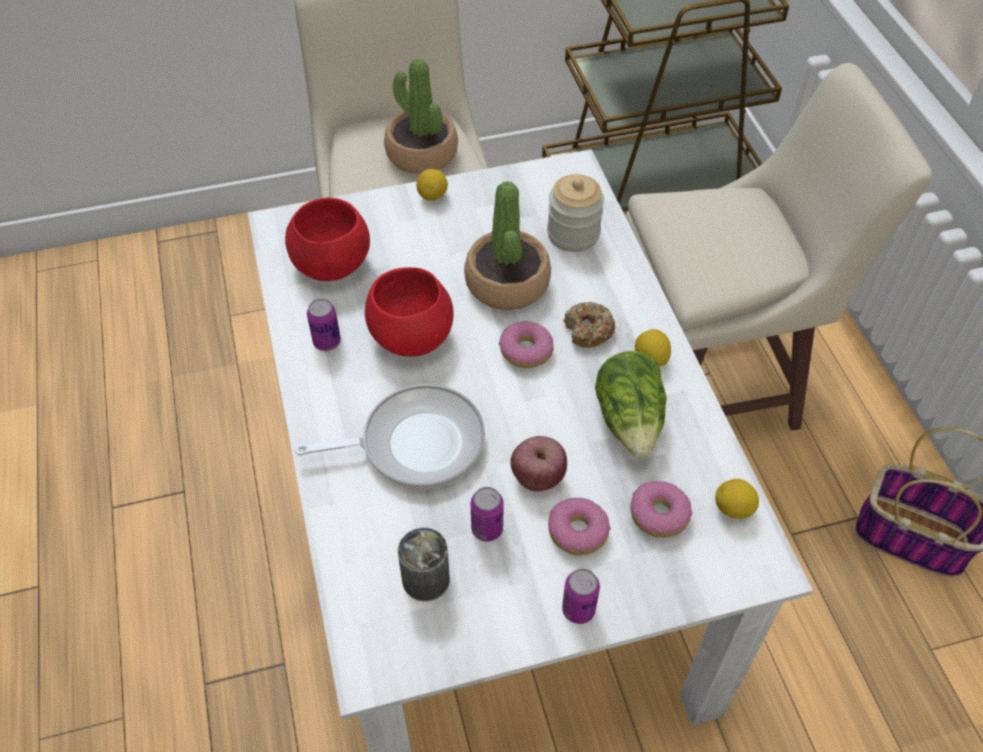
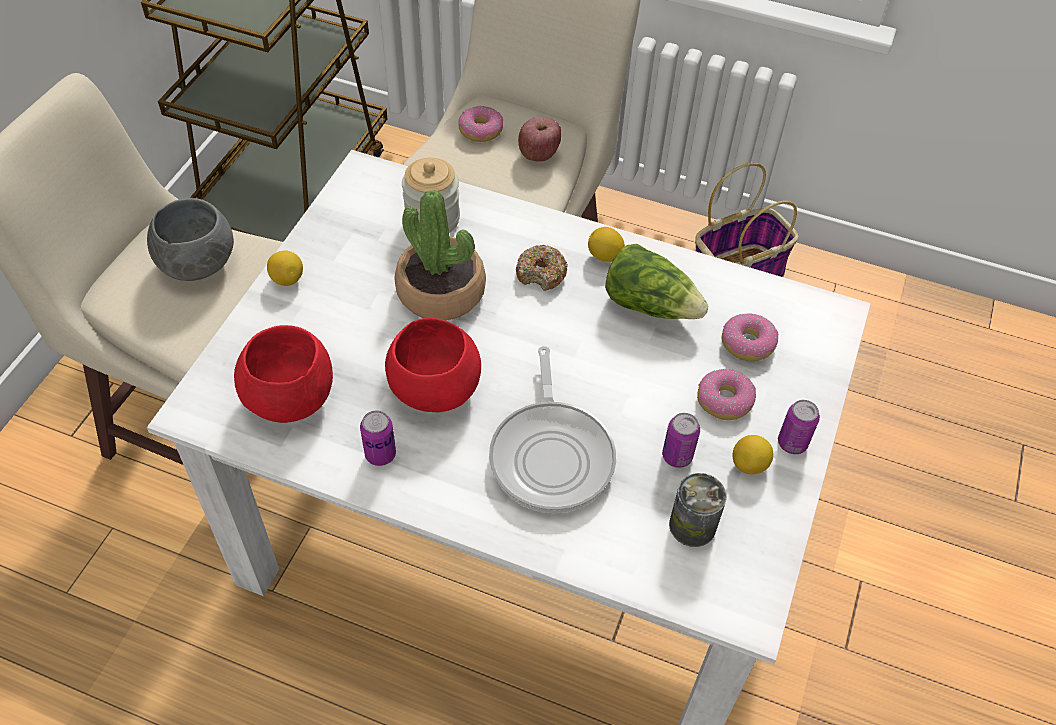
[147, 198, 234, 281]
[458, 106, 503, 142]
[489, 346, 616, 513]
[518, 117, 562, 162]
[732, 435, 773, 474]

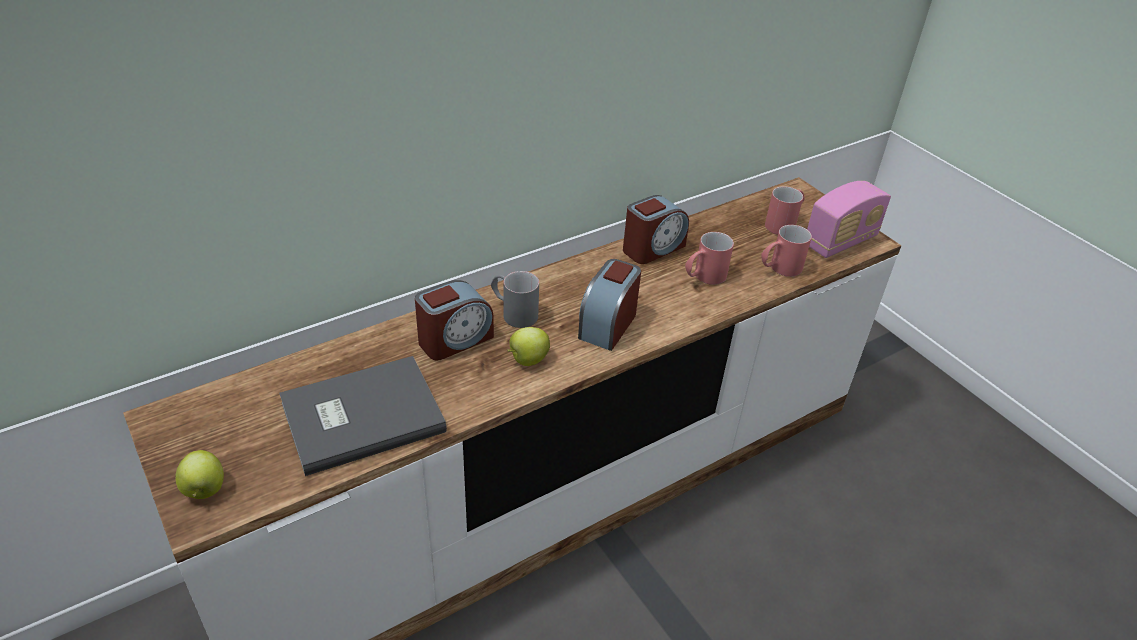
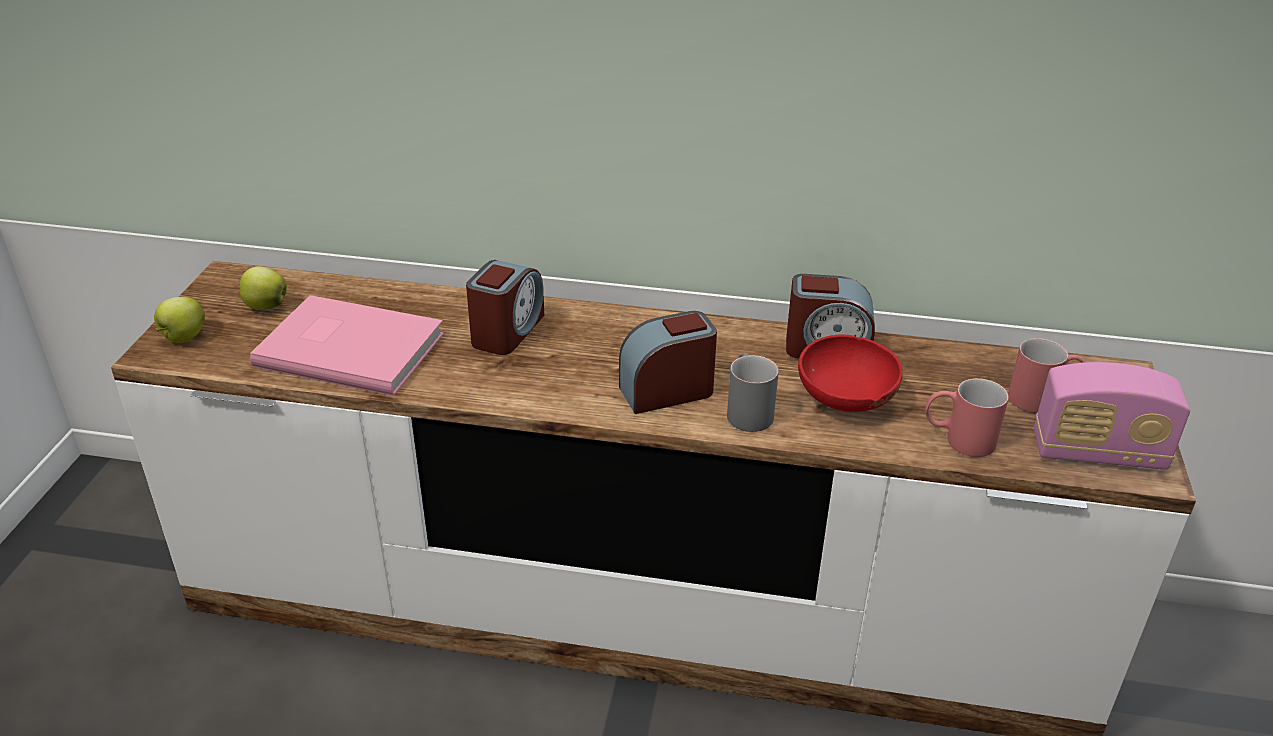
[798, 335, 903, 412]
[727, 353, 779, 432]
[466, 260, 544, 355]
[240, 266, 287, 310]
[250, 295, 444, 396]

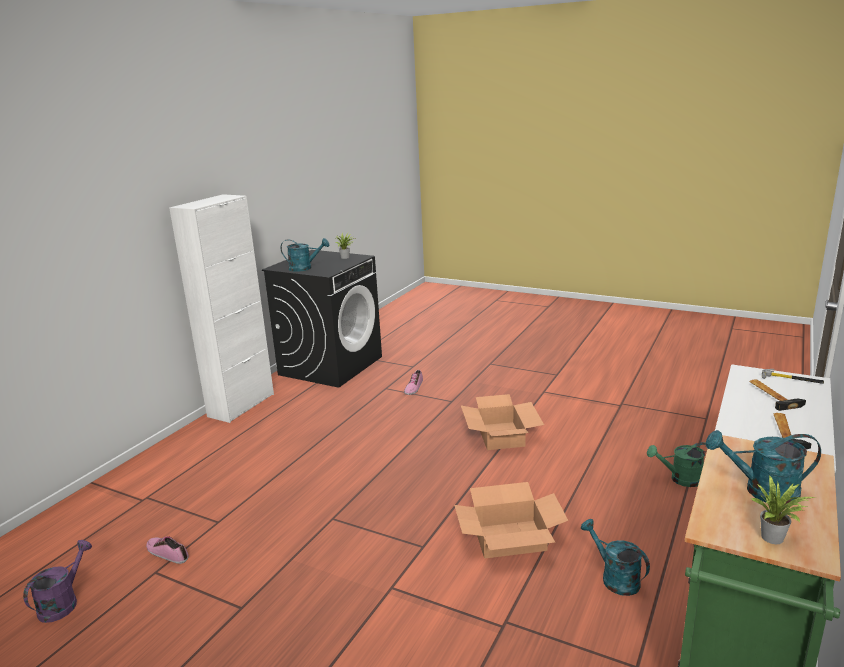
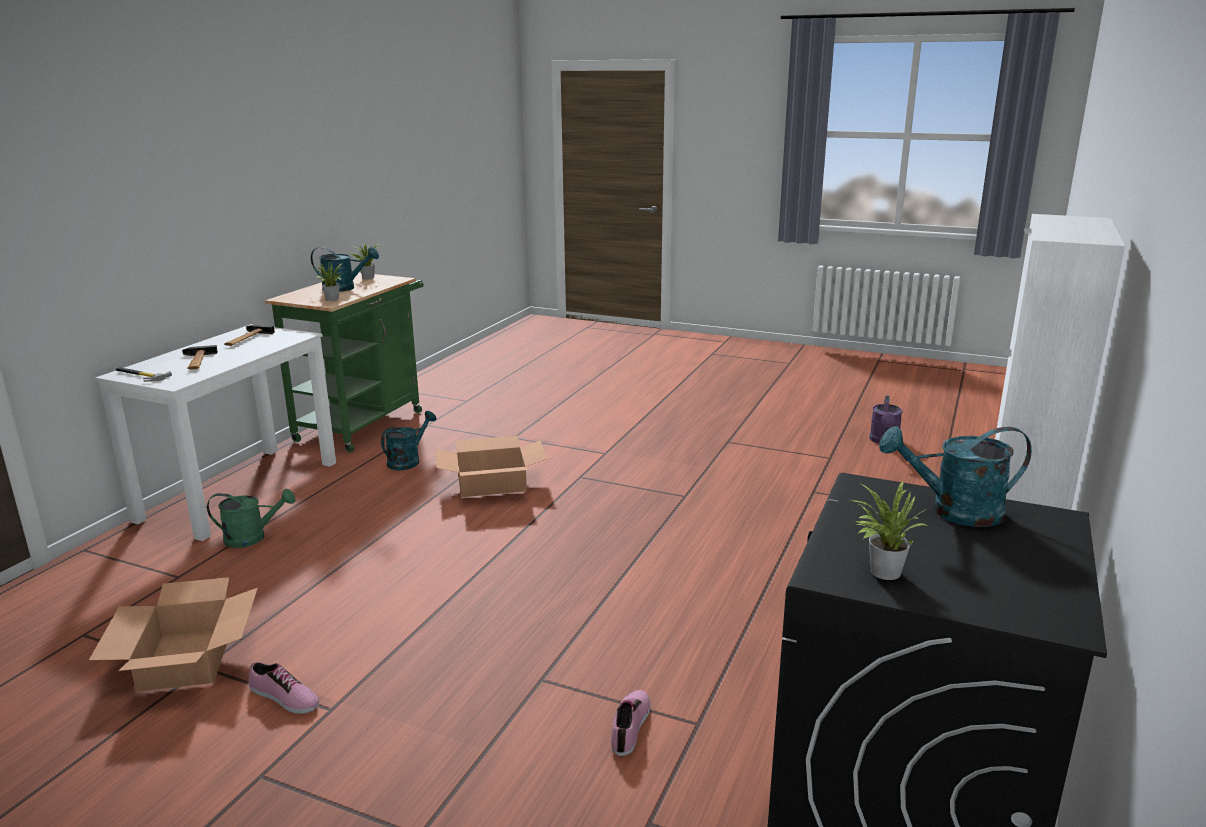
[89, 577, 258, 692]
[381, 411, 436, 470]
[248, 662, 319, 714]
[313, 261, 343, 301]

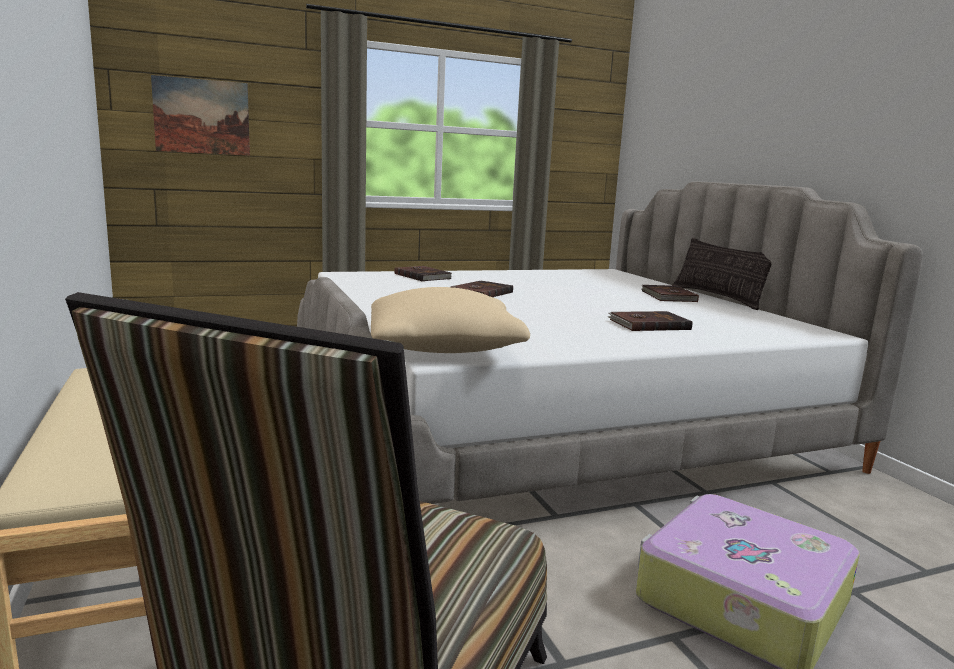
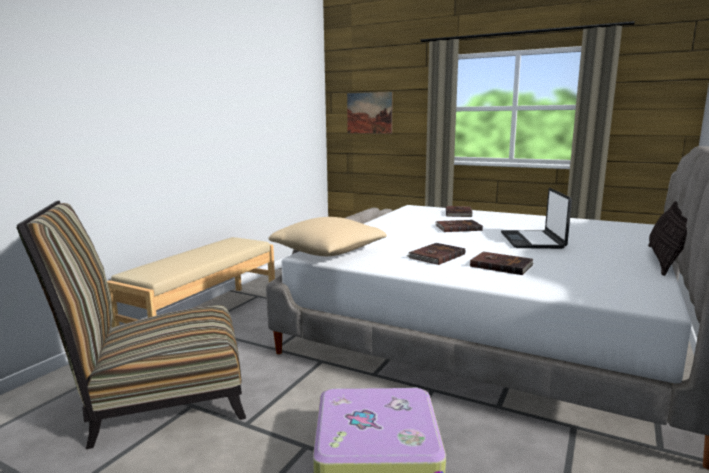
[406, 243, 465, 265]
[501, 188, 572, 249]

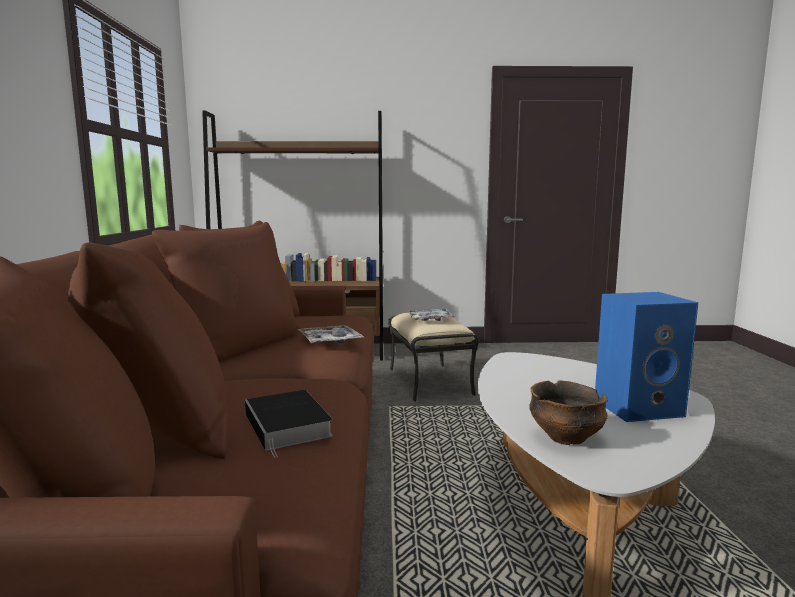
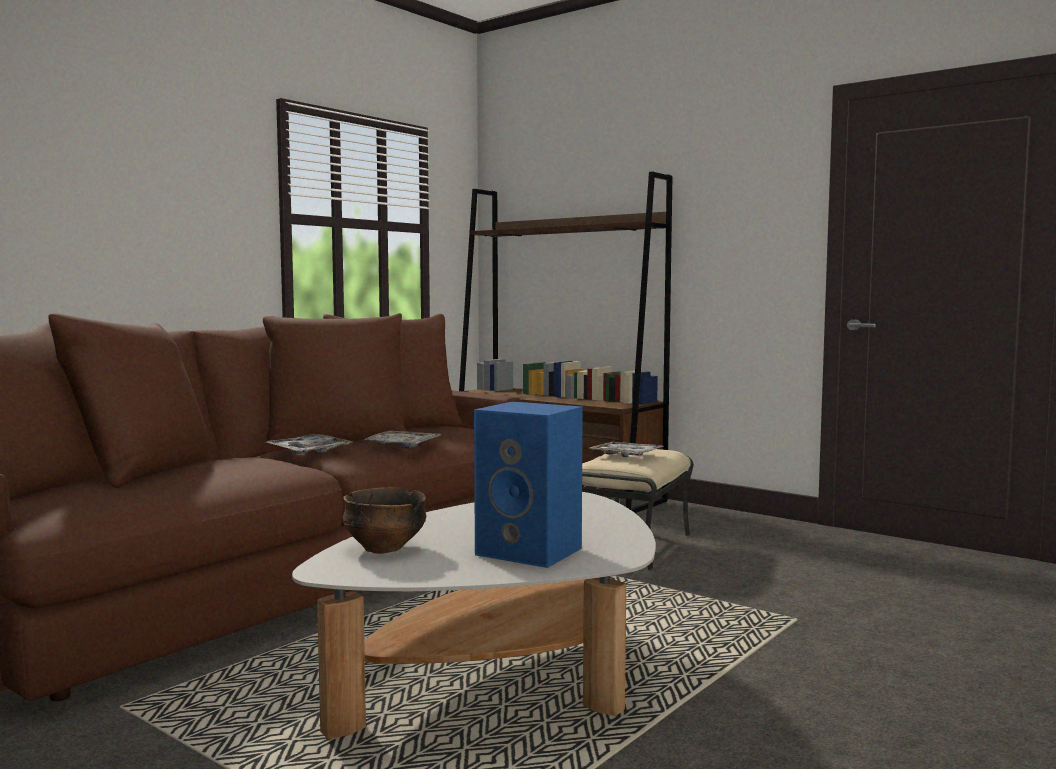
[245, 390, 333, 458] (first image)
[264, 434, 352, 454]

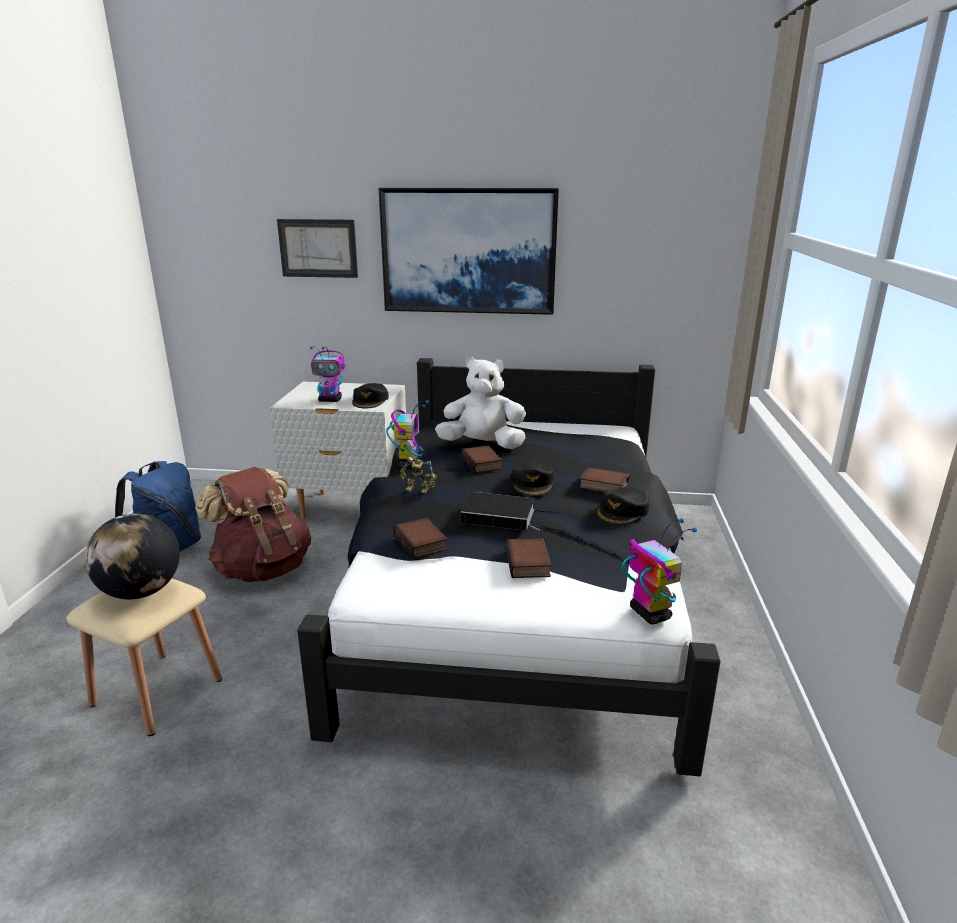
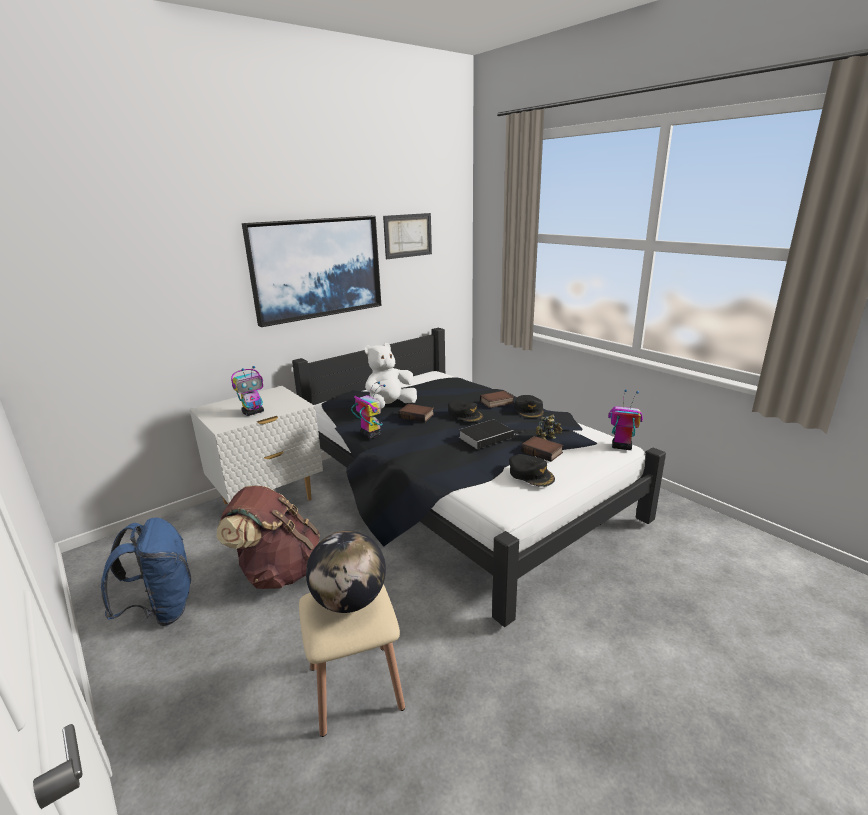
[383, 213, 432, 259]
[509, 454, 555, 487]
[535, 415, 563, 440]
[393, 518, 448, 559] (first image)

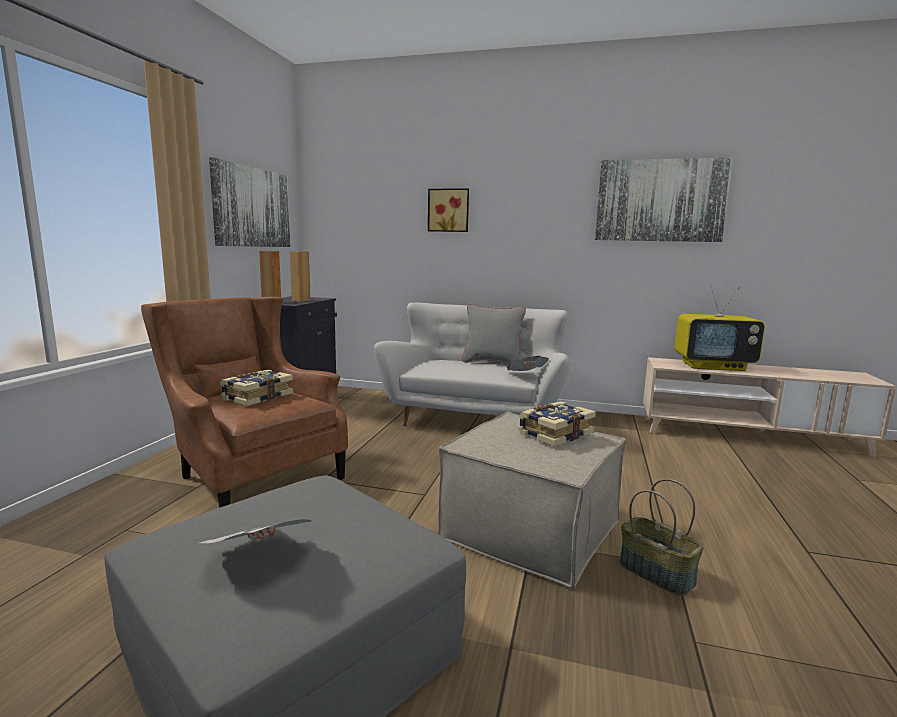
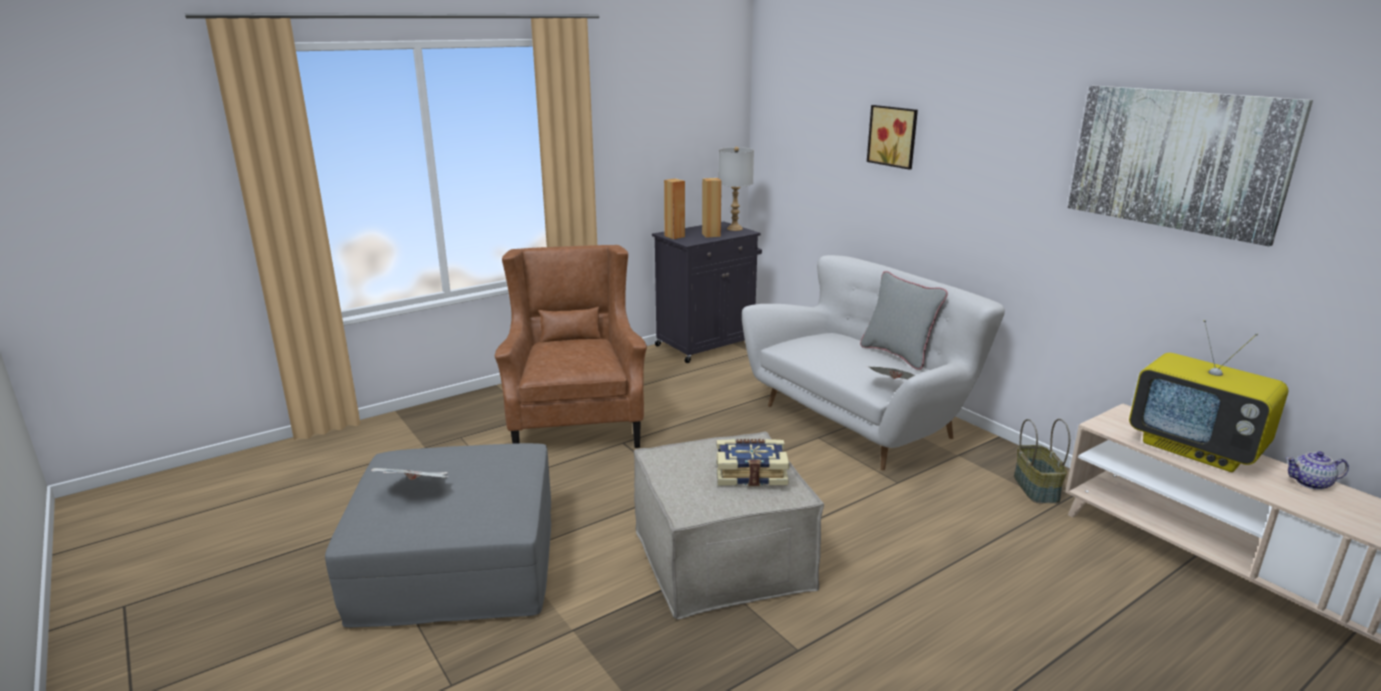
[209, 157, 290, 247] (first image)
[220, 370, 293, 406] (first image)
[1014, 419, 1070, 503]
[719, 147, 754, 231]
[1286, 451, 1349, 490]

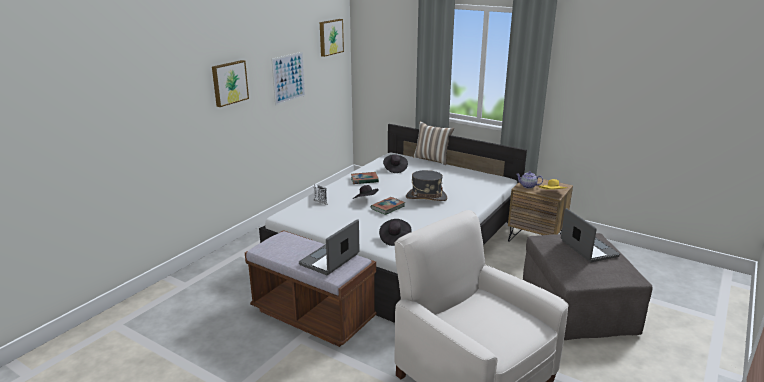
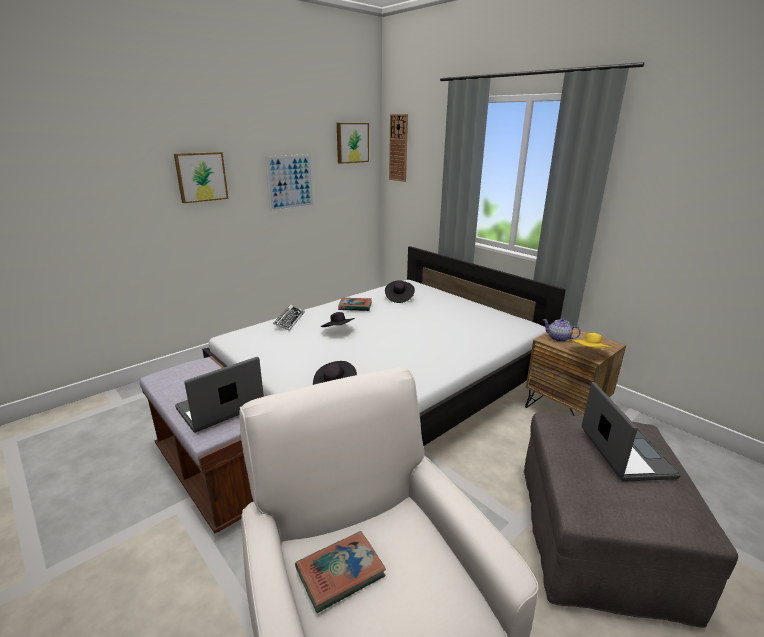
[413, 121, 454, 165] (first image)
[406, 170, 447, 201] (first image)
[295, 531, 386, 613]
[389, 114, 408, 182]

